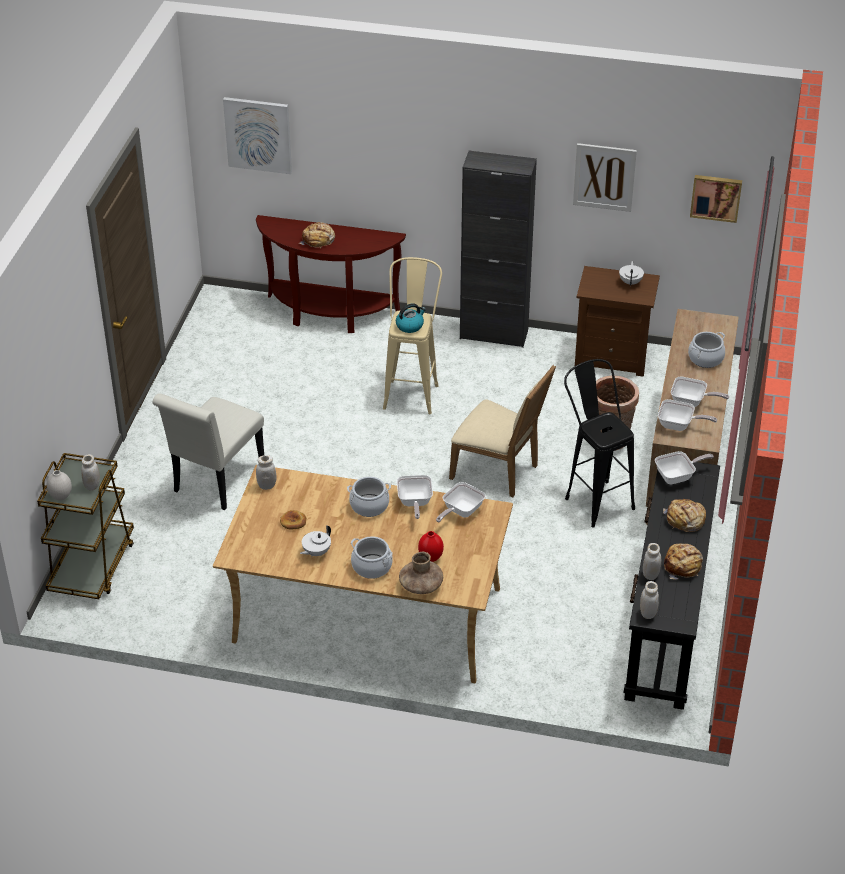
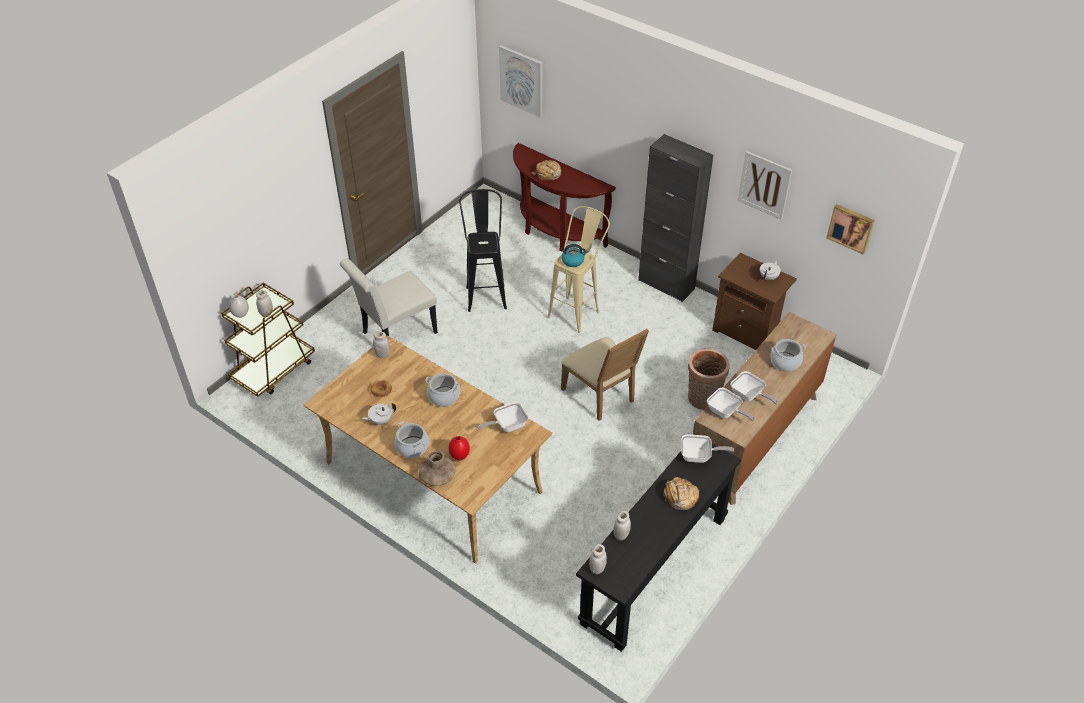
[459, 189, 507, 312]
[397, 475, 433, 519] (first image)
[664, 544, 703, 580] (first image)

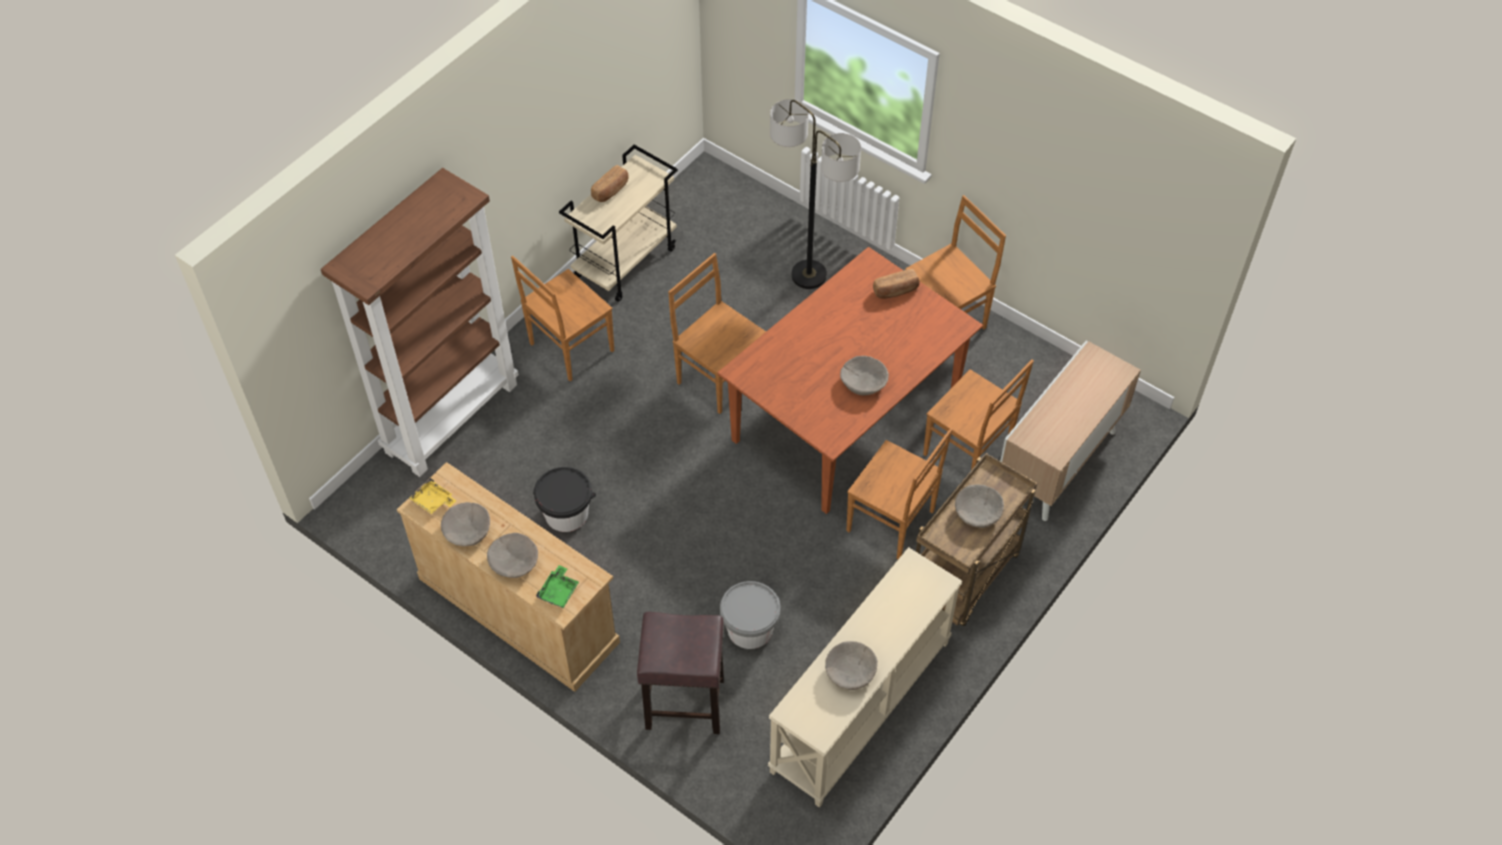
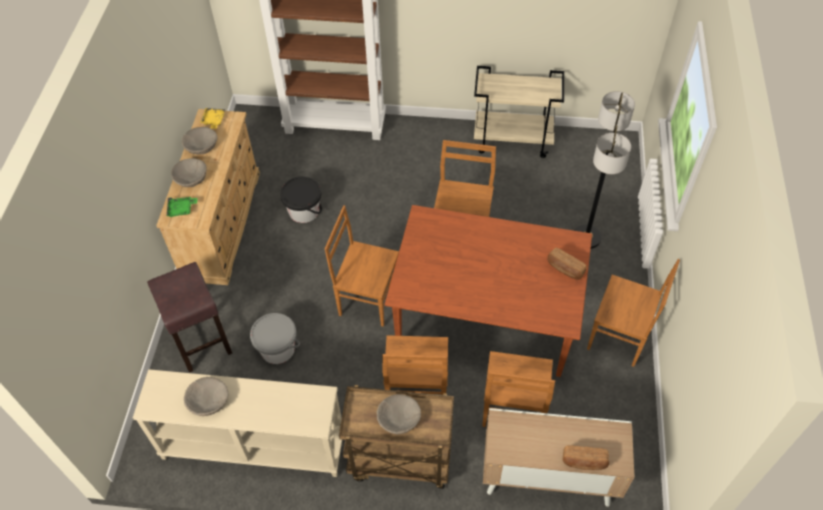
[562, 445, 609, 470]
[325, 205, 399, 327]
[840, 356, 889, 395] (first image)

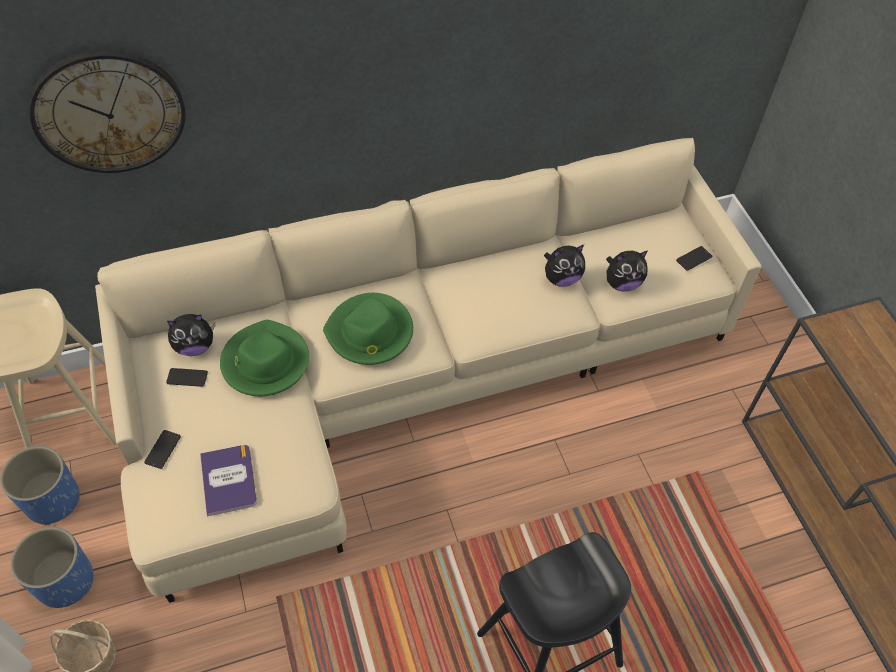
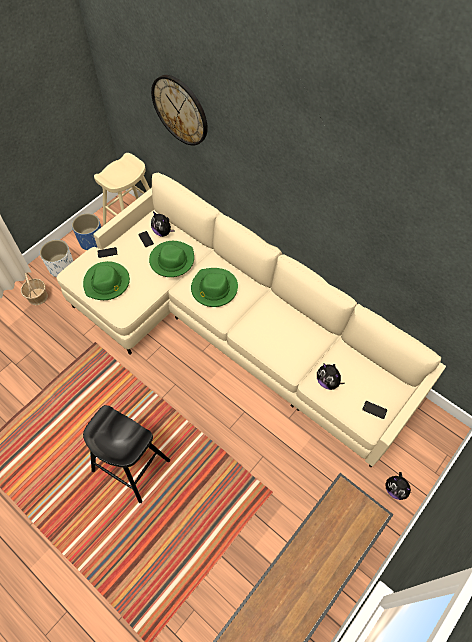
[385, 472, 412, 500]
[83, 261, 130, 300]
[40, 240, 73, 277]

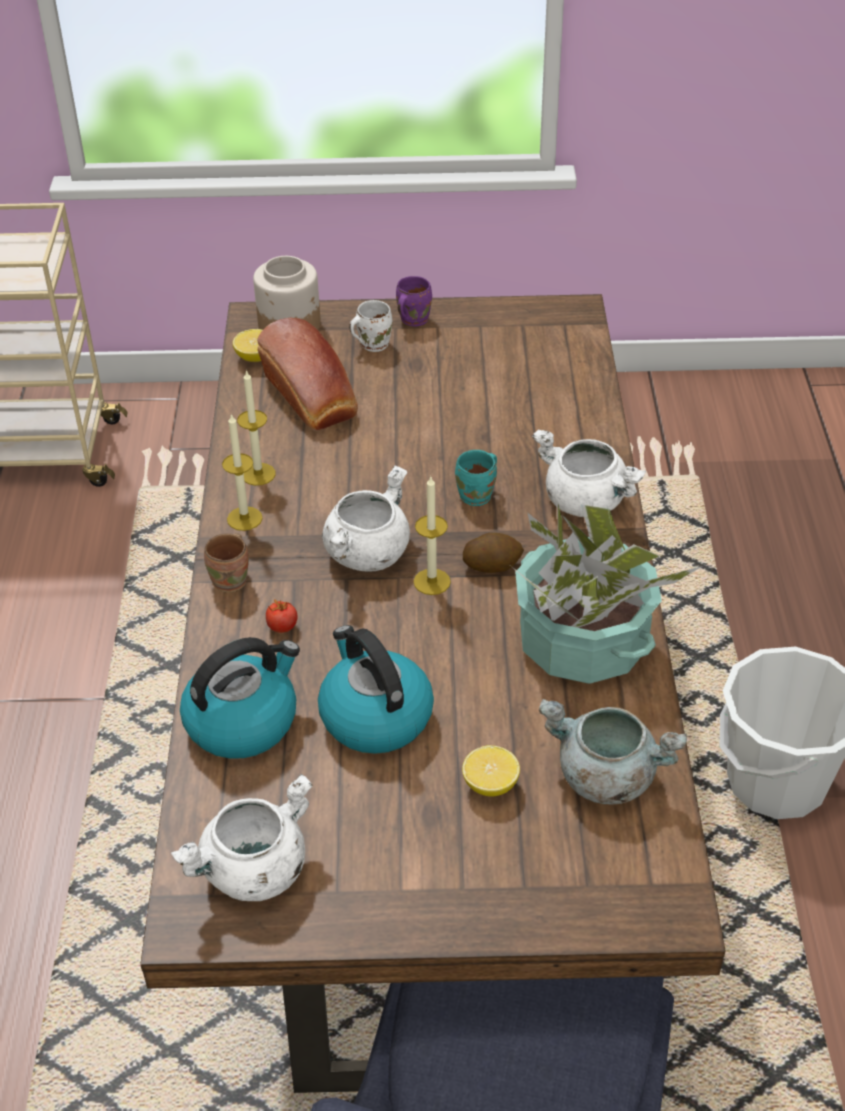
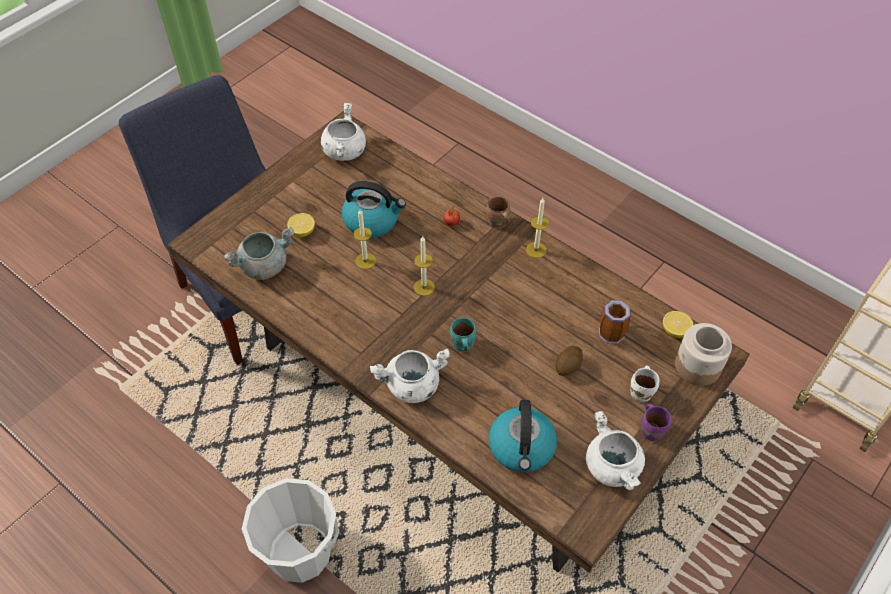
[599, 300, 631, 344]
[353, 209, 376, 269]
[586, 411, 645, 491]
[512, 500, 702, 684] (first image)
[555, 346, 583, 376]
[489, 400, 557, 473]

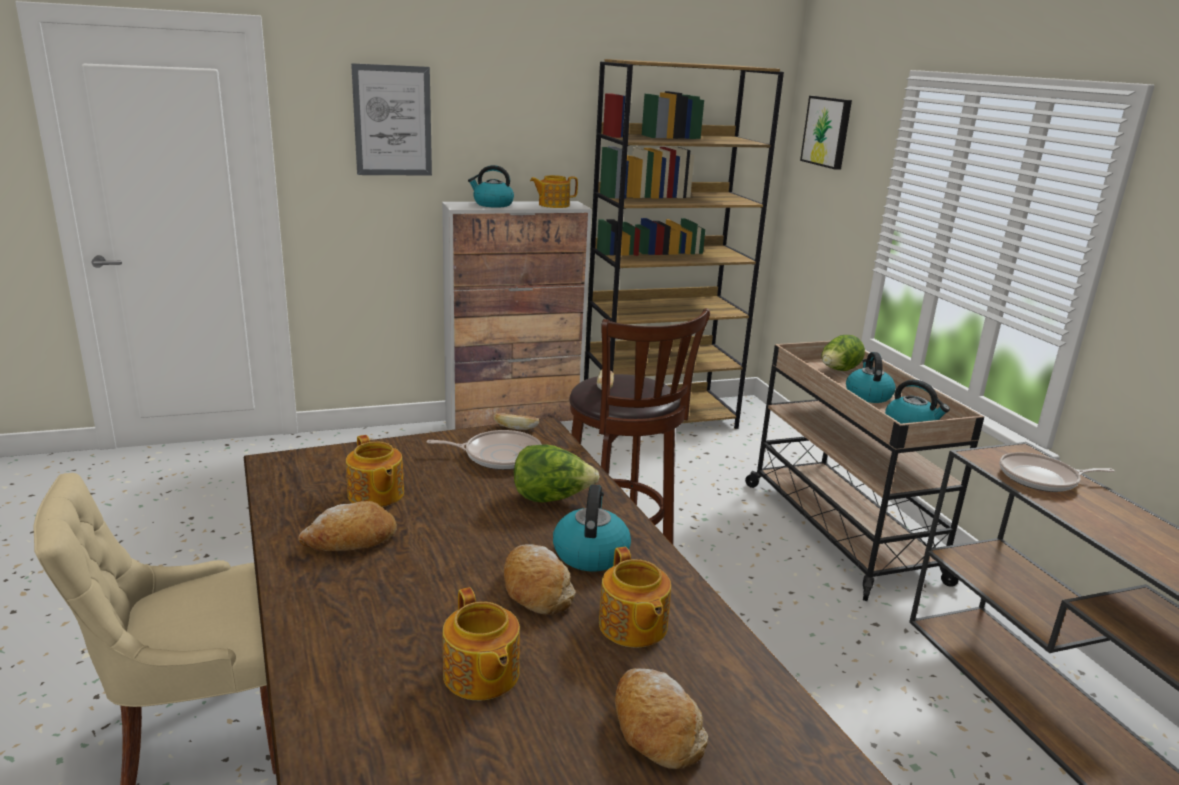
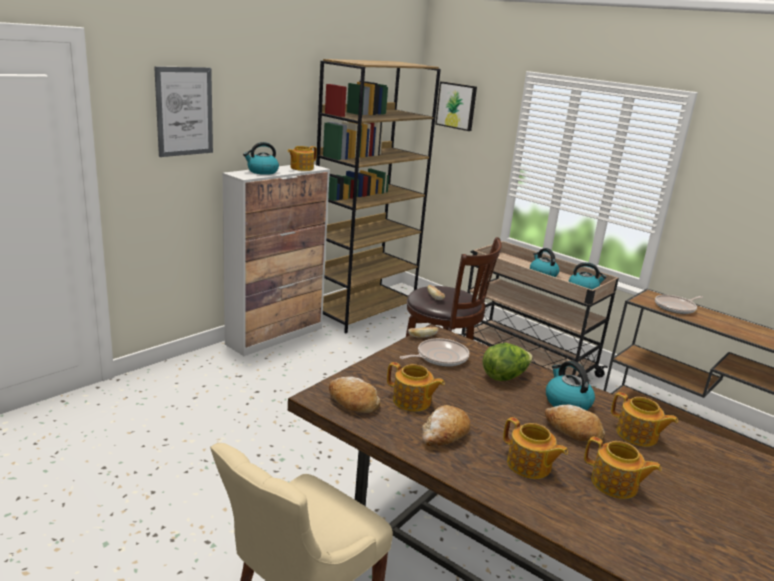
[822, 335, 865, 371] (first image)
[329, 376, 380, 413]
[503, 417, 568, 479]

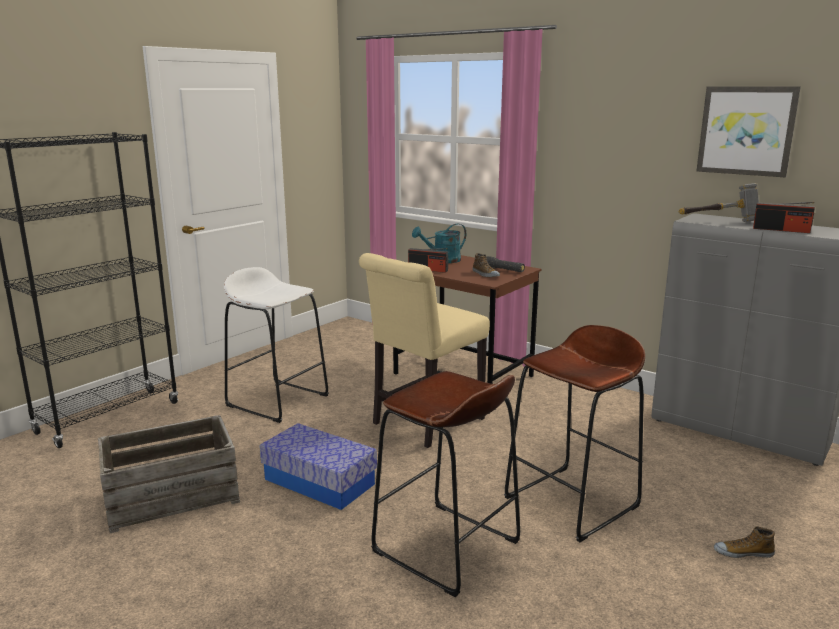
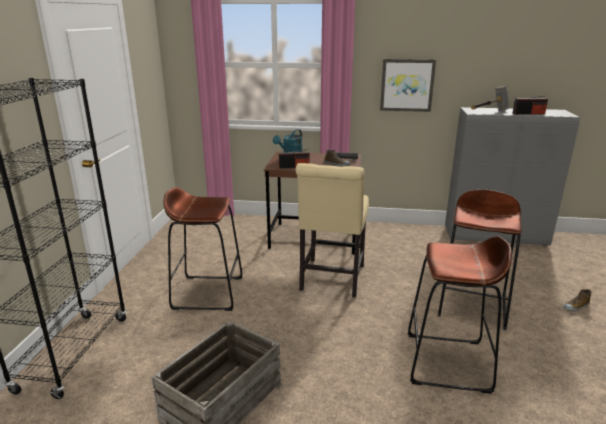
[380, 59, 436, 112]
[163, 187, 243, 311]
[260, 423, 377, 510] (first image)

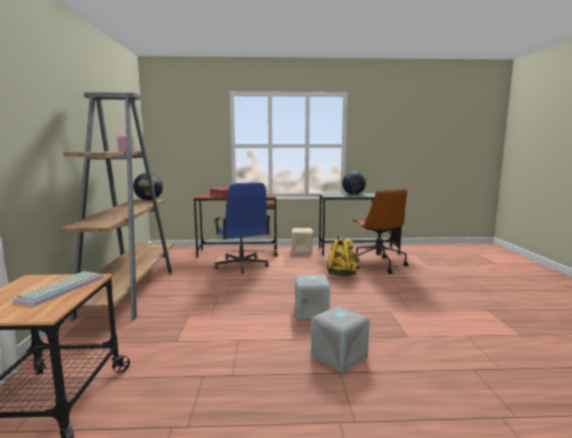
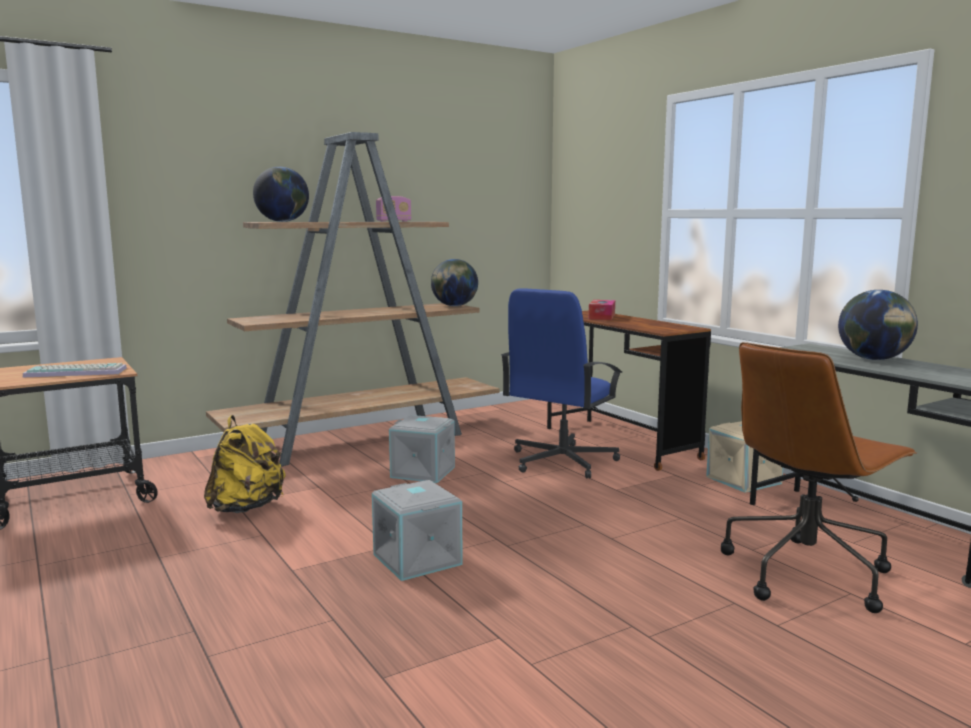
[204, 415, 286, 513]
[389, 415, 455, 483]
[253, 167, 309, 222]

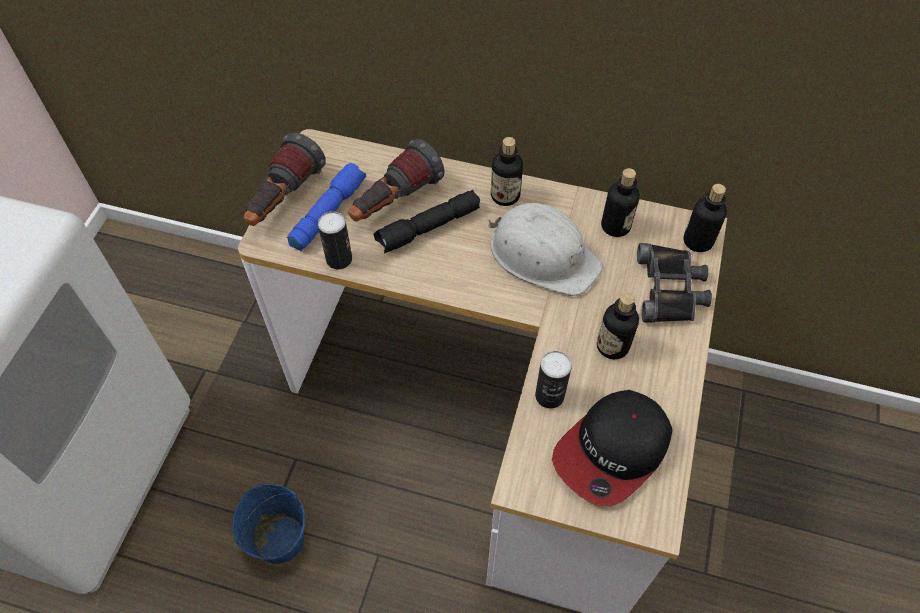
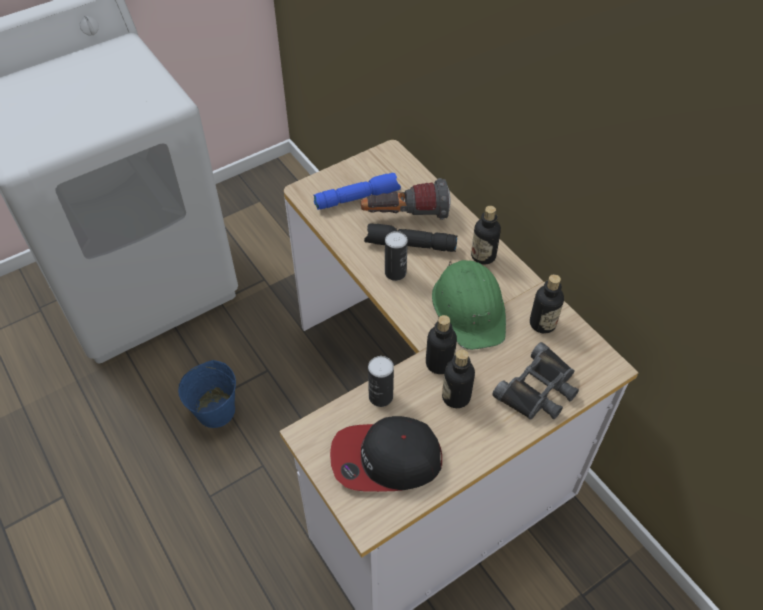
[244, 133, 326, 226] (first image)
[426, 315, 457, 374]
[432, 260, 506, 350]
[385, 231, 408, 281]

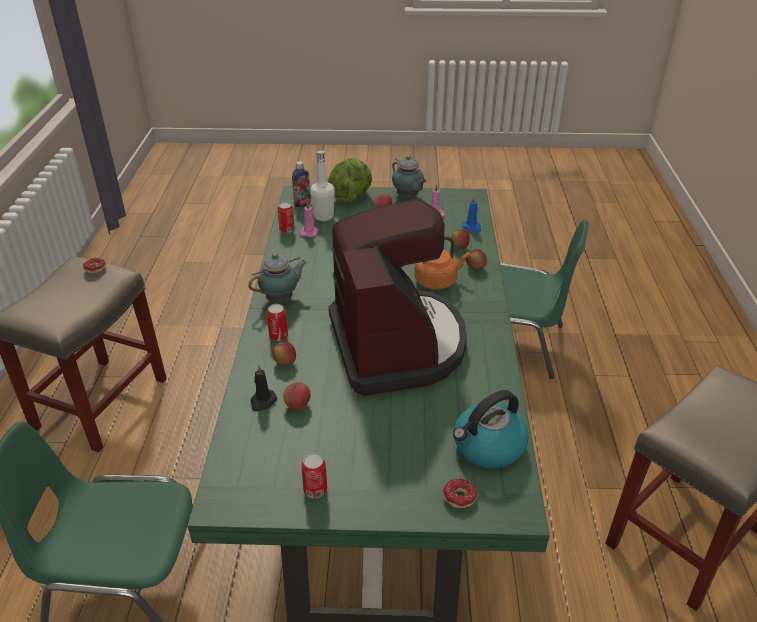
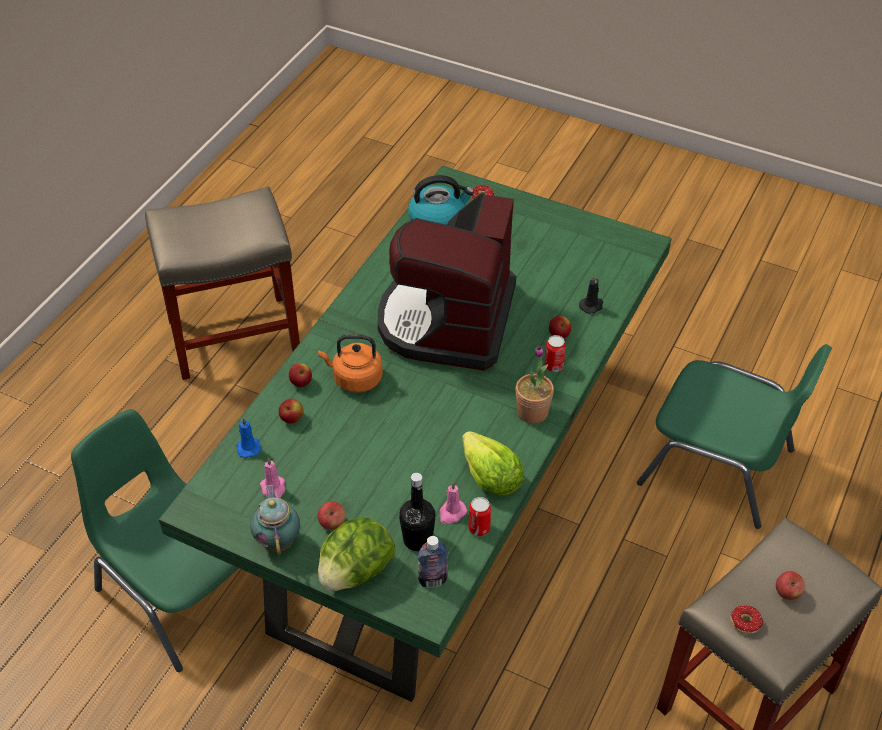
[399, 473, 436, 551]
[516, 346, 554, 424]
[776, 571, 805, 600]
[301, 453, 327, 499] (first image)
[462, 431, 524, 496]

